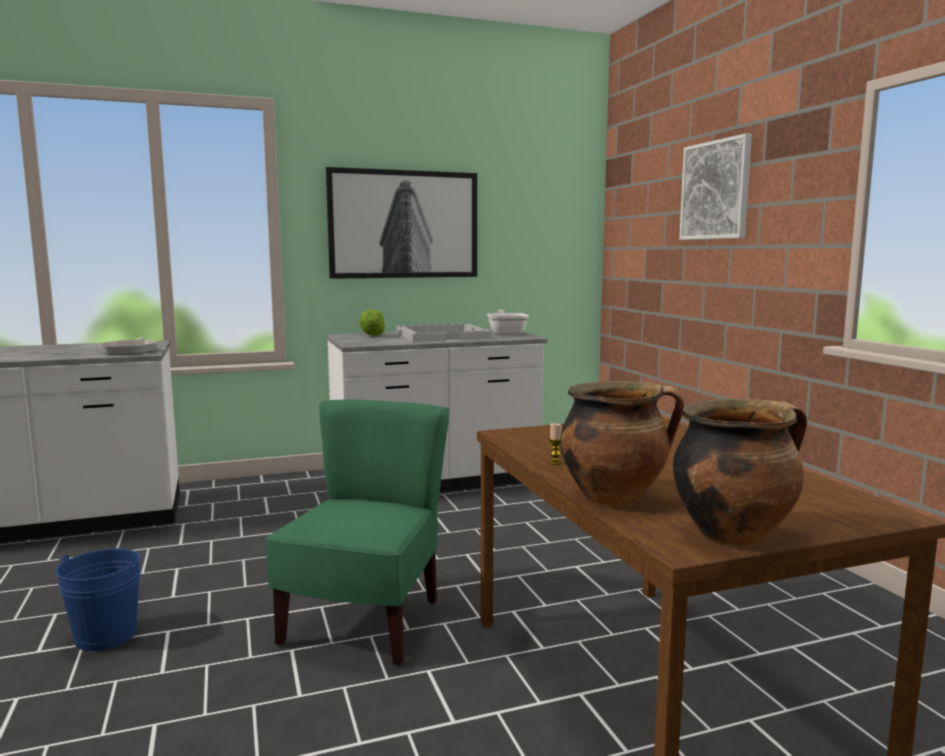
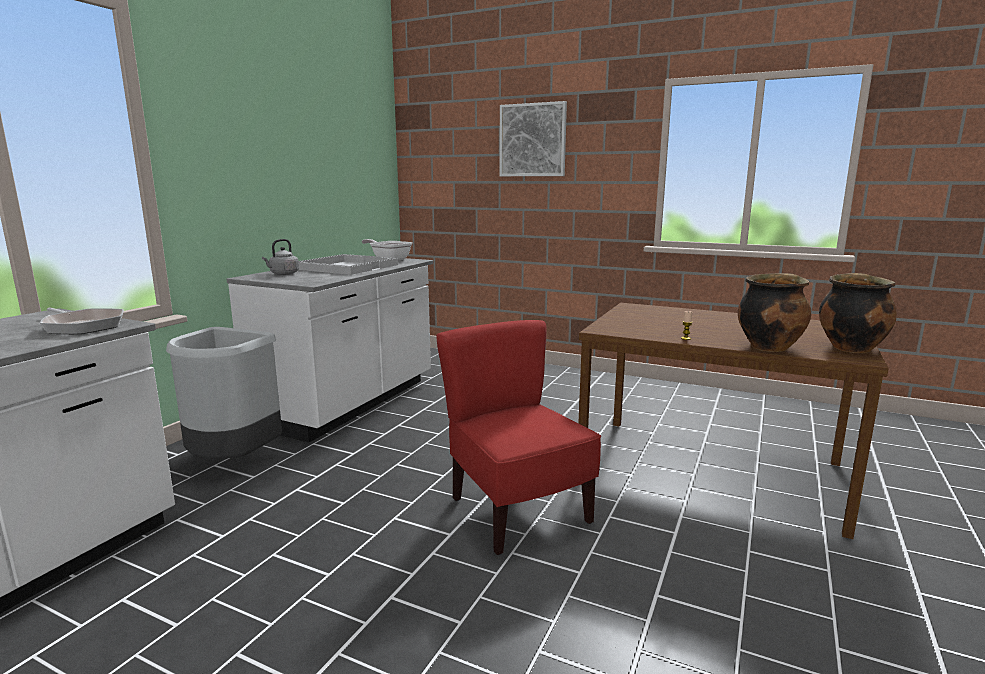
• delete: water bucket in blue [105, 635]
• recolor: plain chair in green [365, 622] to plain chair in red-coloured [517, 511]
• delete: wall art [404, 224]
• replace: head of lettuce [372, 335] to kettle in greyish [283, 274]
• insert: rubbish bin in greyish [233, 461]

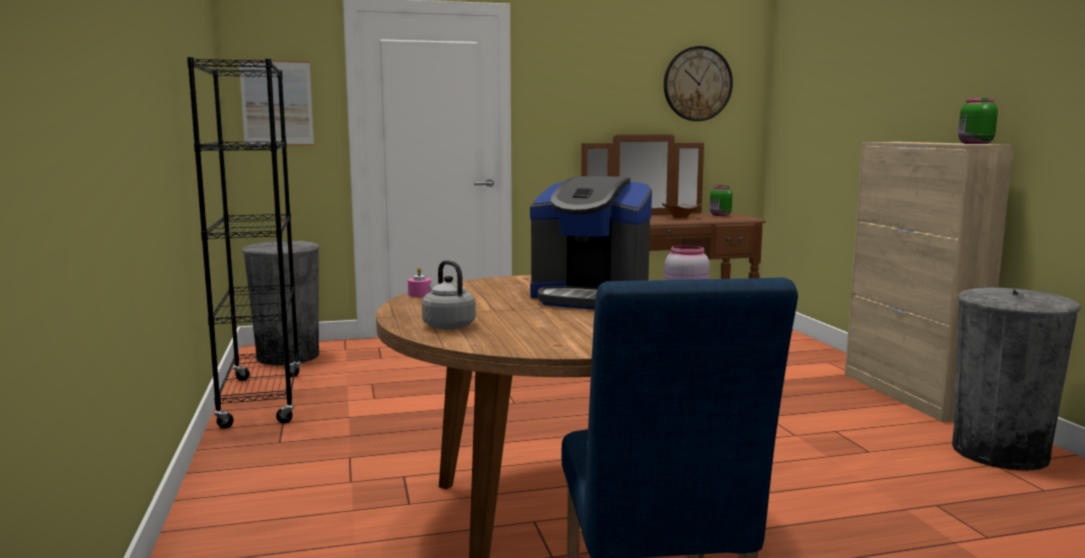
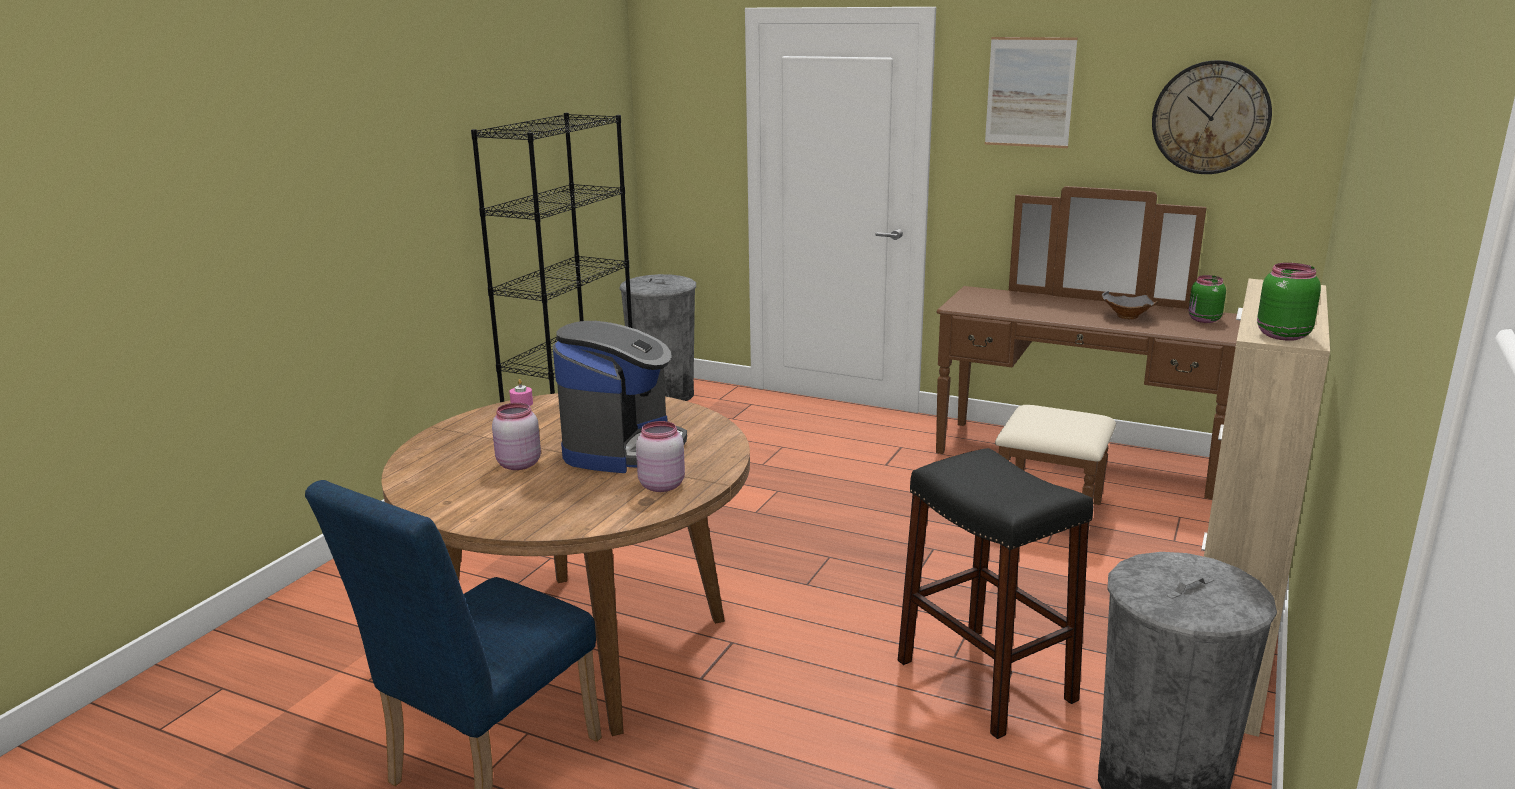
• move: wall art [277, 103] to [1029, 92]
• delete: kettle in greyish [447, 325]
• rotate: coffee brewer [590, 297] = [623, 448] 135 degrees counterclockwise
• insert: storage jar in pink [517, 464]
• insert: stool in black [985, 680]

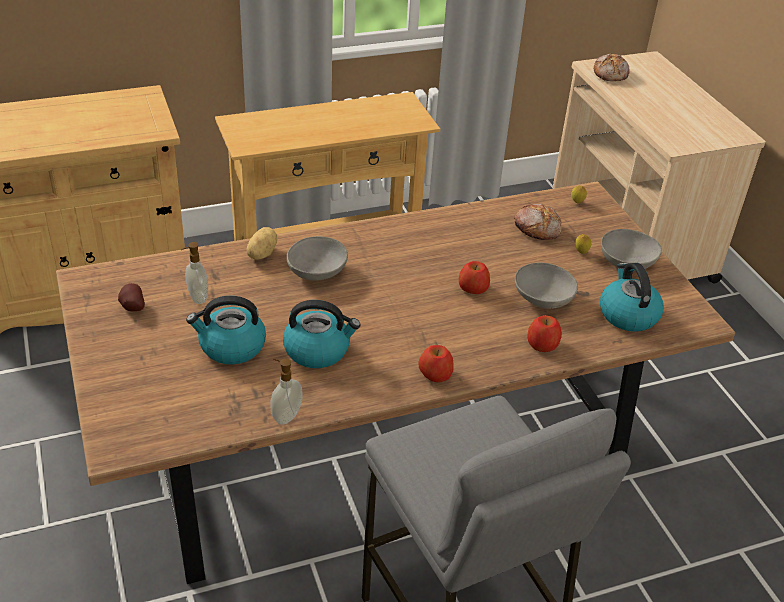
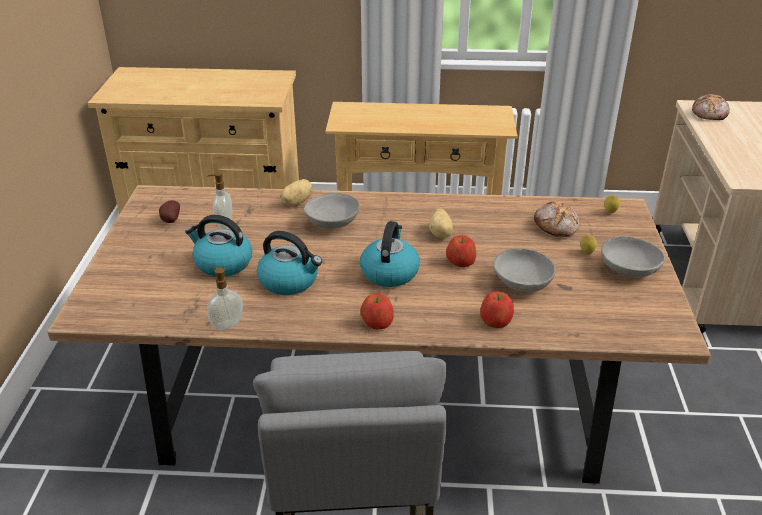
• move: kettle [627, 314] to [389, 272]
• insert: potato [441, 233]

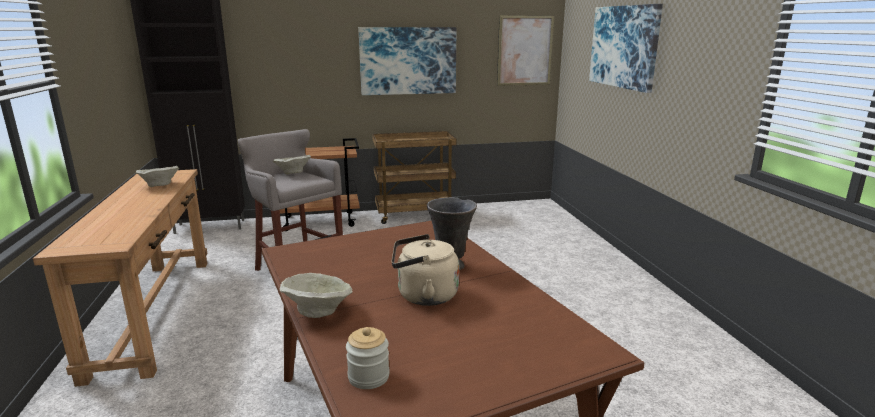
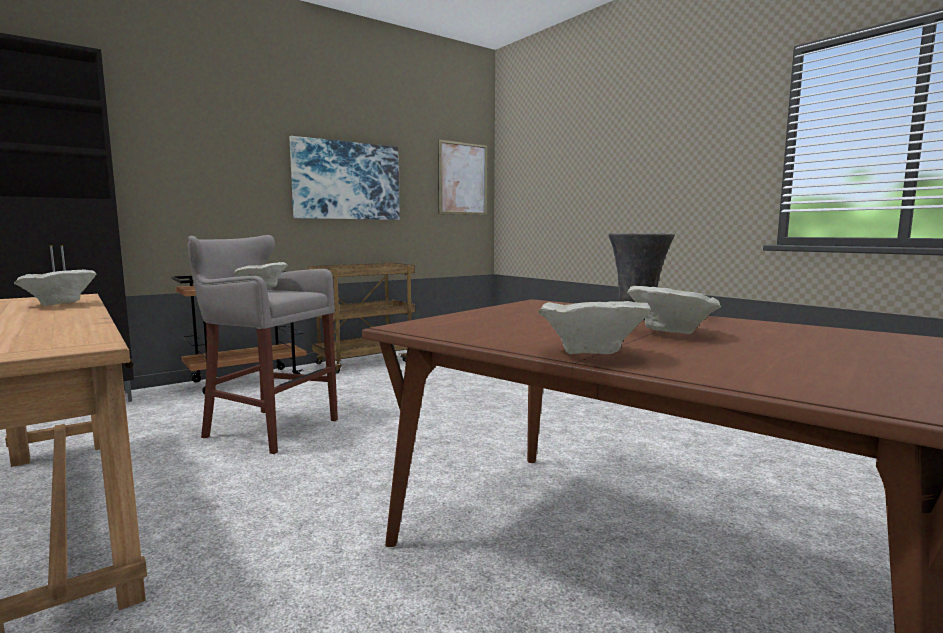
• delete: storage jar [368, 377]
• replace: kettle in beige [423, 296] to serving bowl in beige [671, 333]
• delete: wall art [624, 46]

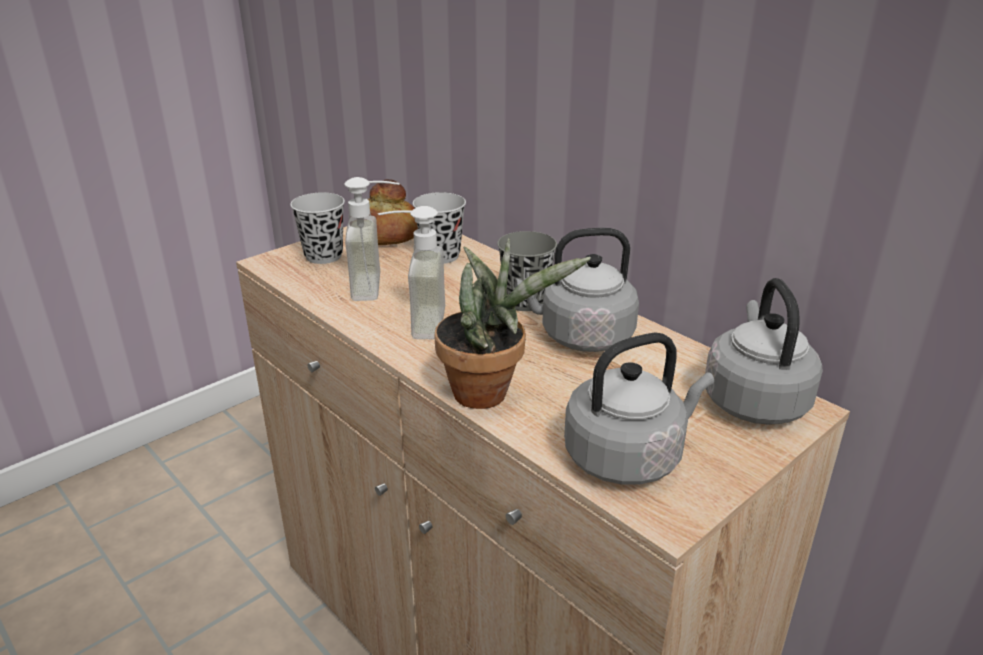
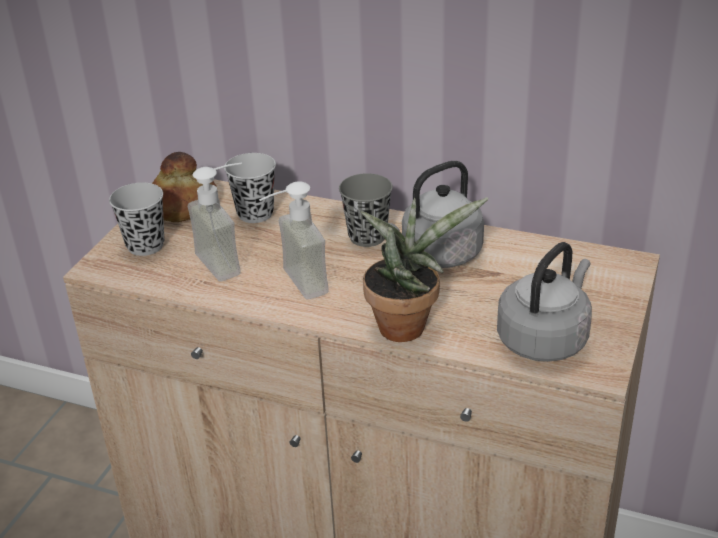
• delete: kettle in greyish [754, 400]

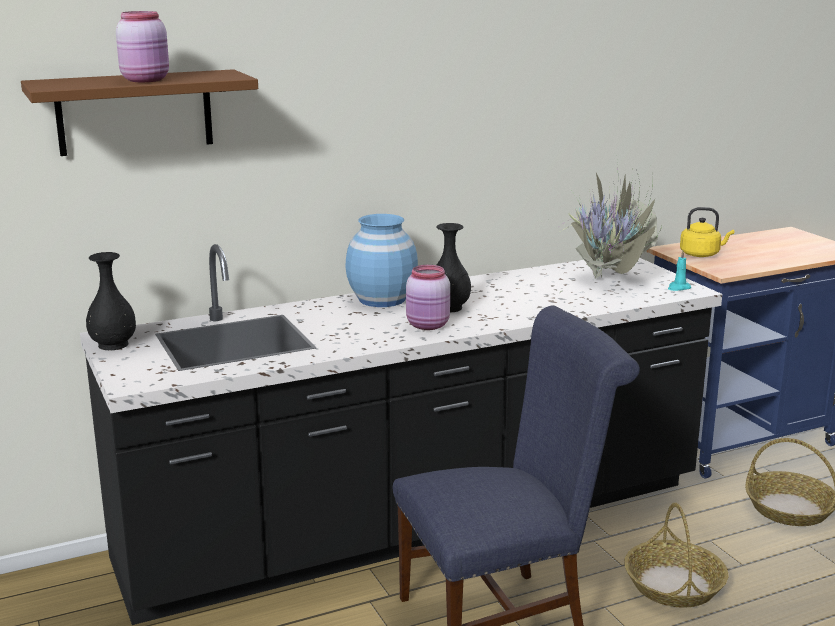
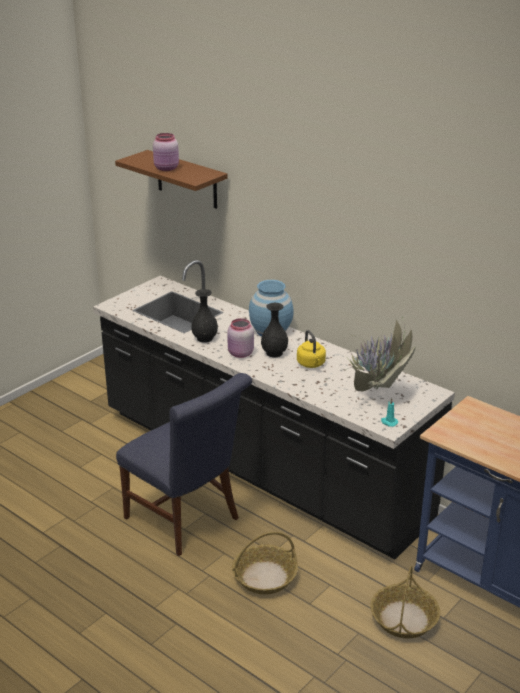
• move: vase in black [114, 345] to [205, 338]
• move: kettle in yellowish [702, 254] to [311, 364]

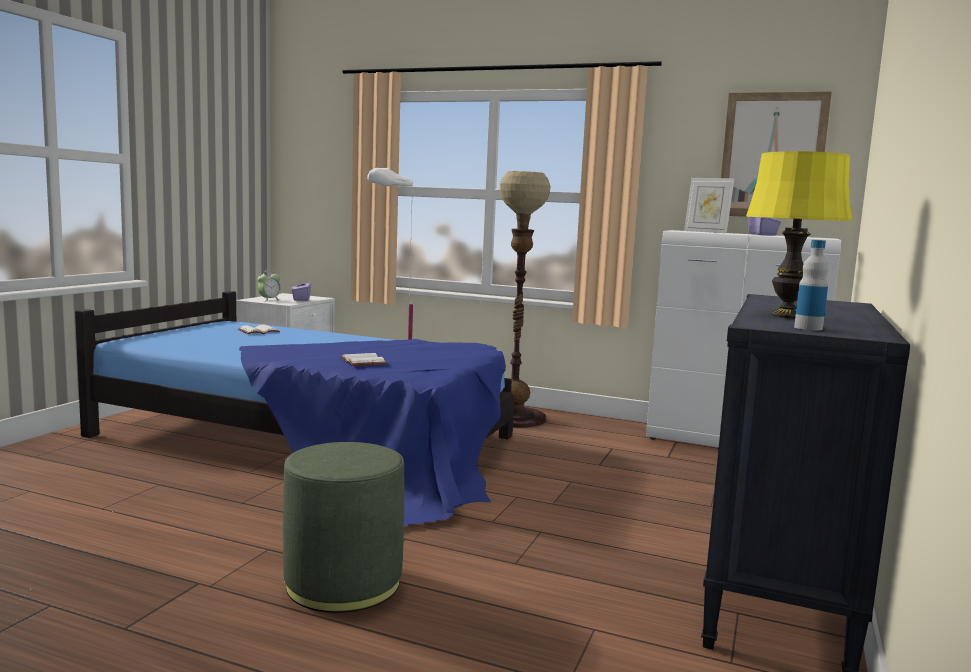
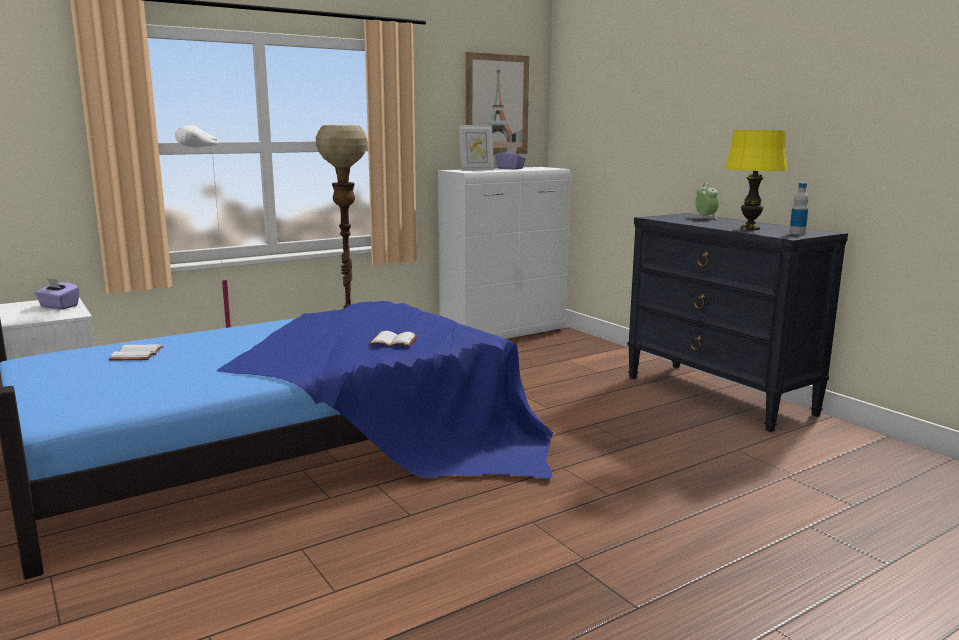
• move: table clock [269, 300] to [705, 217]
• delete: footrest in green [343, 583]

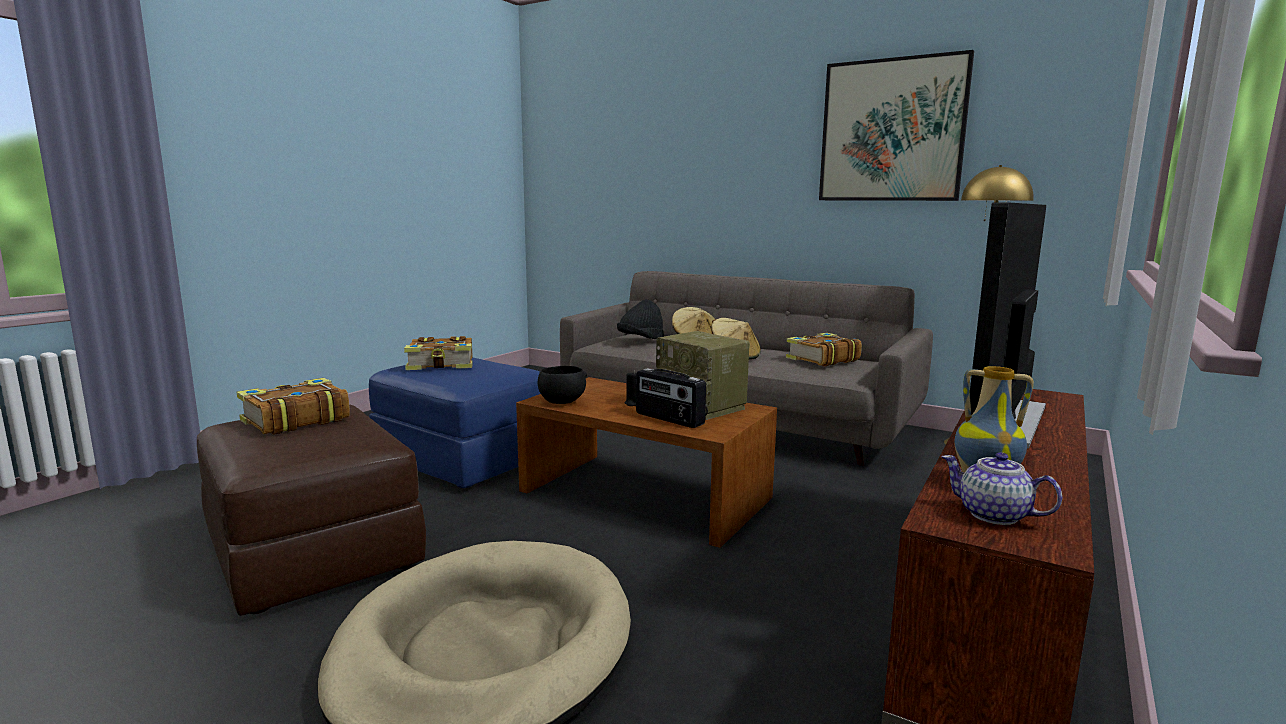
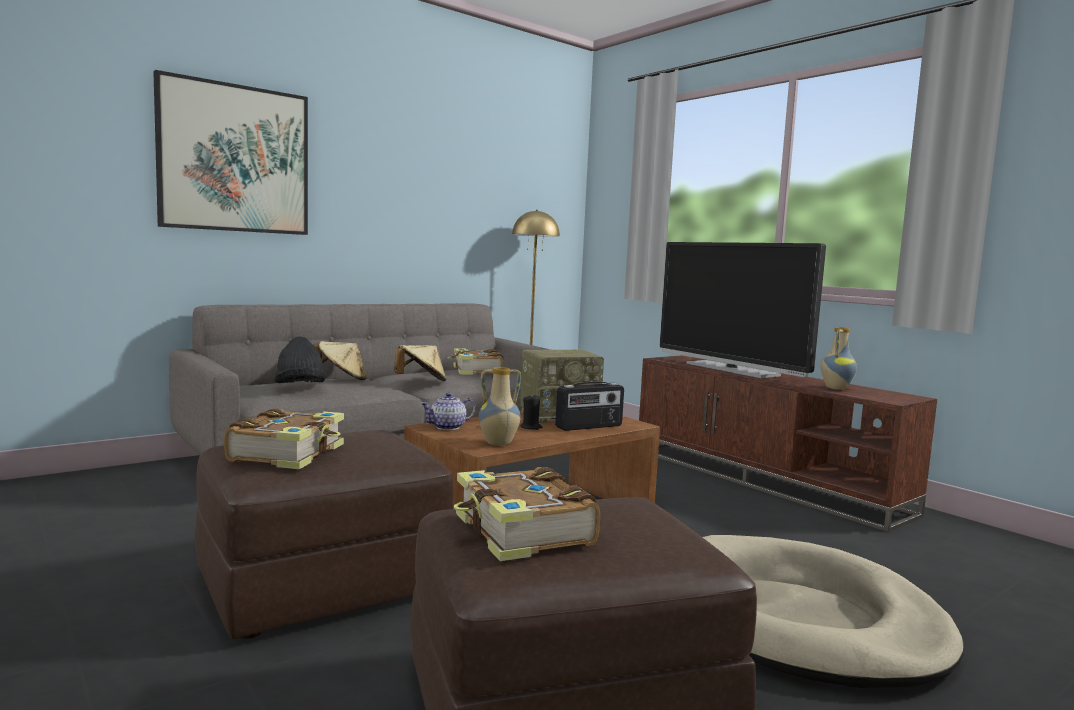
• recolor: footrest in blue [465, 459] to footrest in brown [325, 582]
• replace: serving bowl in black [561, 402] to vase [498, 444]
• move: wall art [892, 131] to [234, 159]
• move: pot for tea [994, 515] to [448, 427]

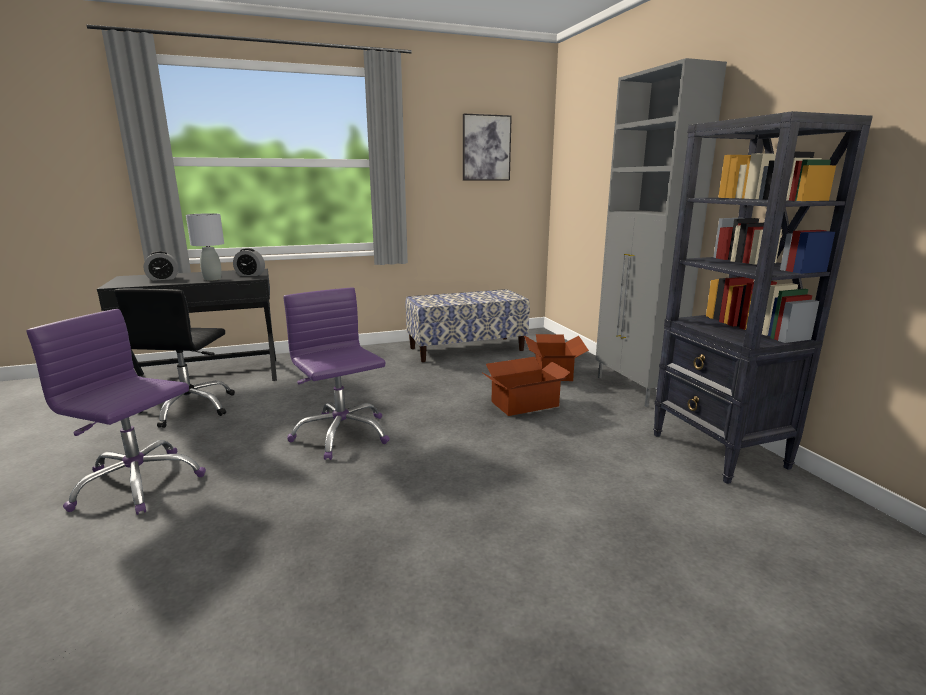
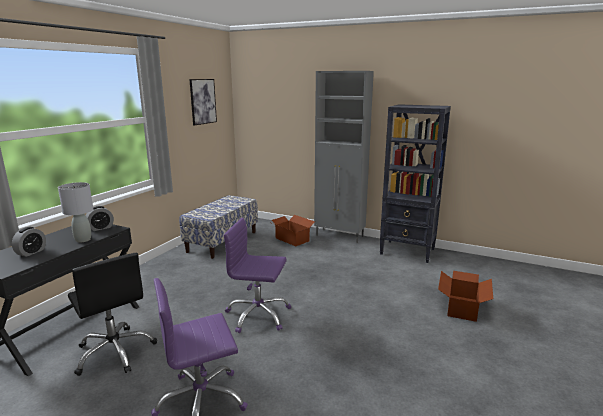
• move: packing box [524, 404] to [461, 308]

